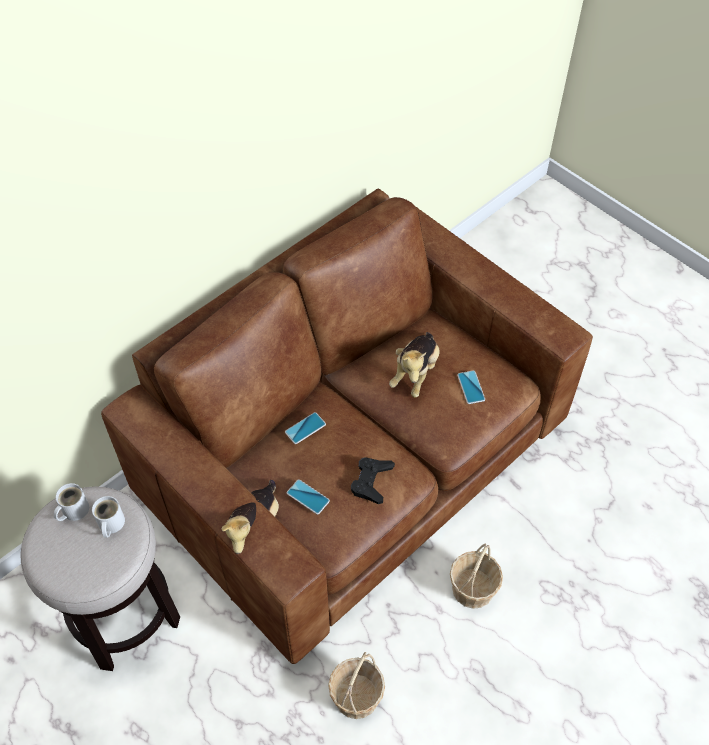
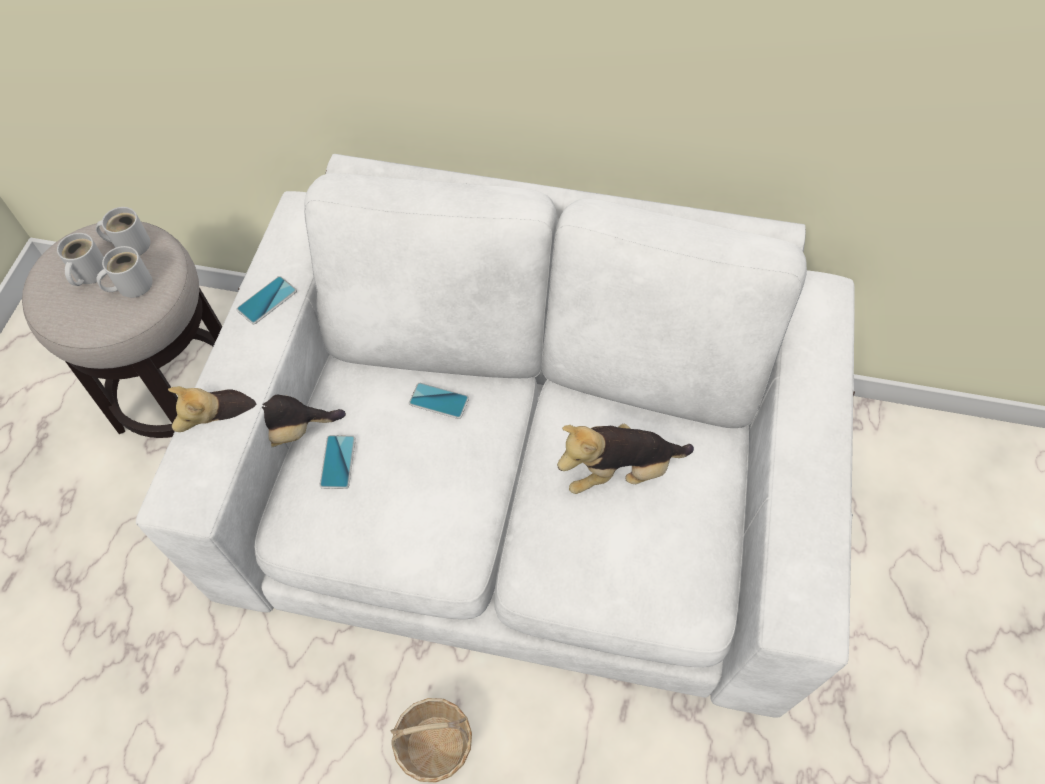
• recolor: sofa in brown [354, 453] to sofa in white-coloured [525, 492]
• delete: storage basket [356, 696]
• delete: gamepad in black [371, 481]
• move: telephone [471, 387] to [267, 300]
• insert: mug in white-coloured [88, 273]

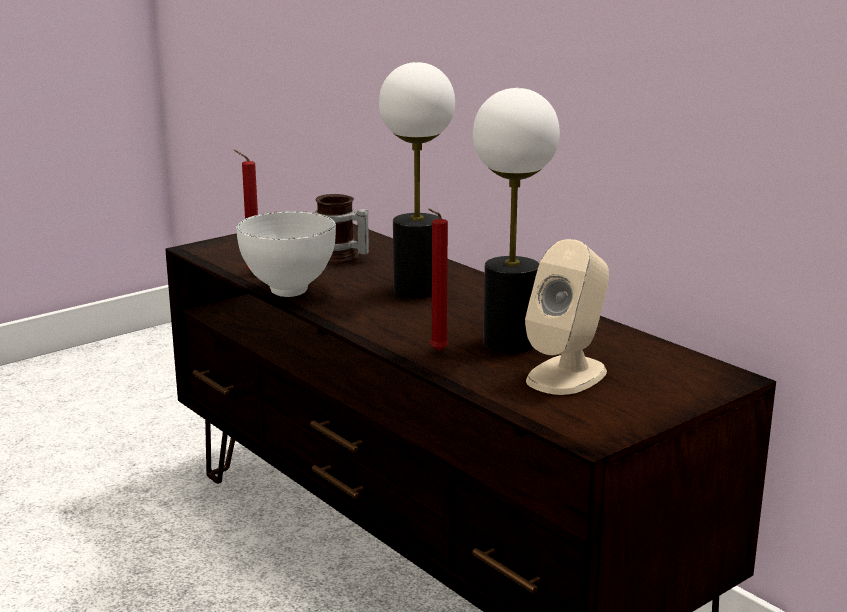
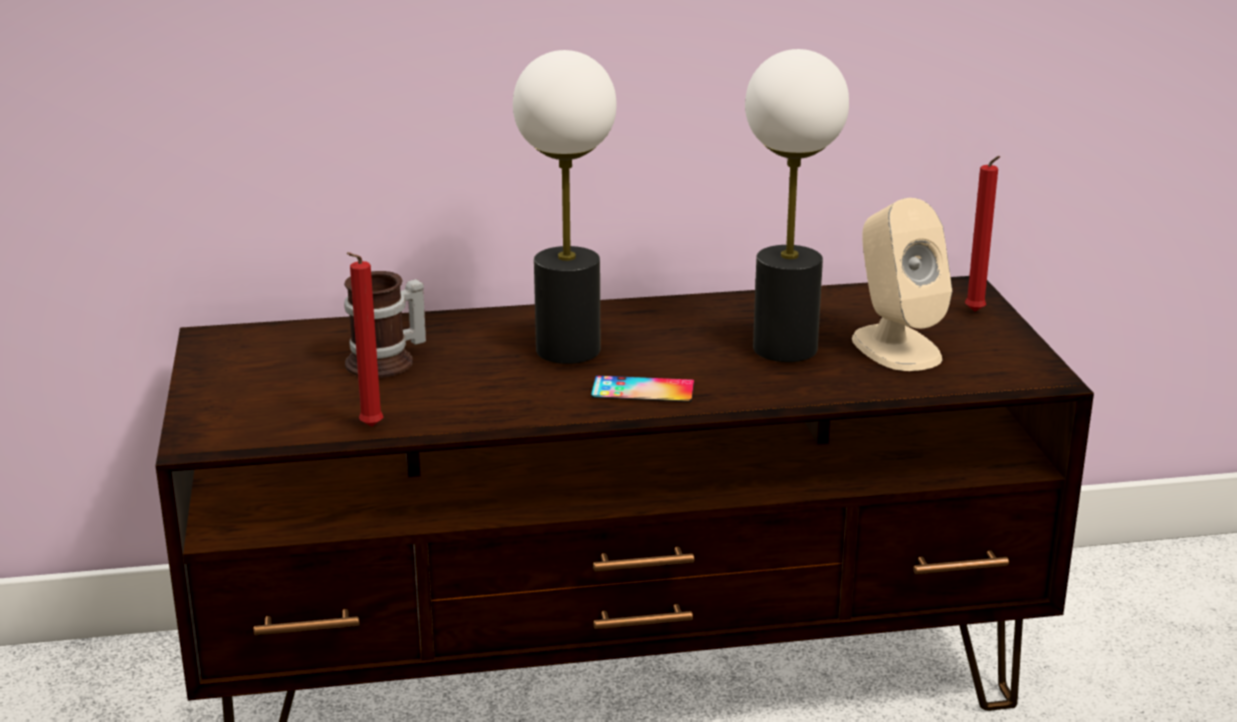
• delete: serving bowl in white-coloured [288, 291]
• move: wax light in red-coloured [436, 352] to [976, 313]
• insert: telephone [643, 390]

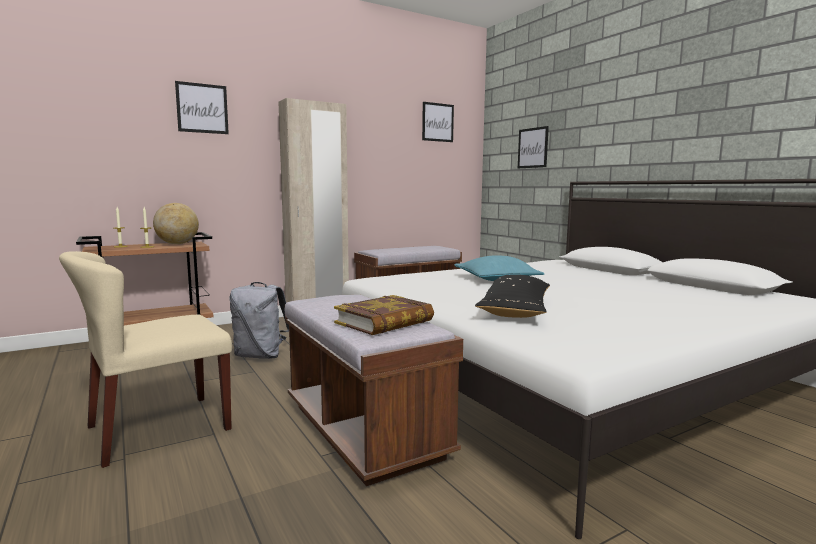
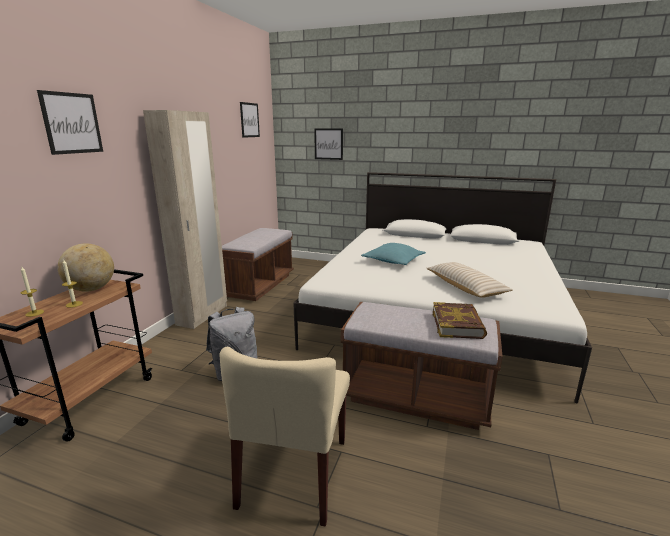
• recolor: pillow in black [515, 309] to pillow in beige [465, 287]

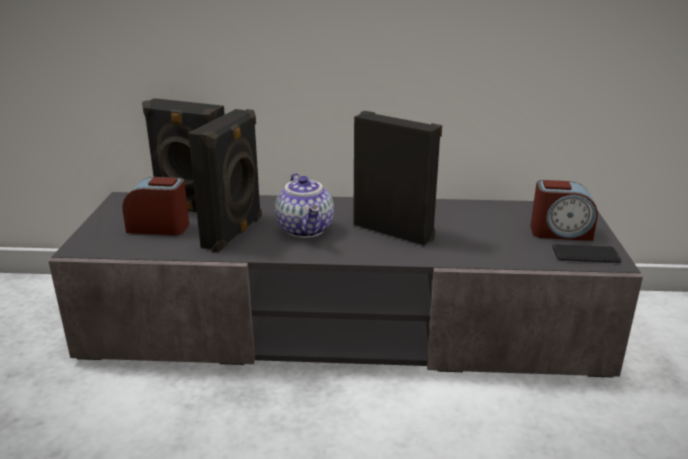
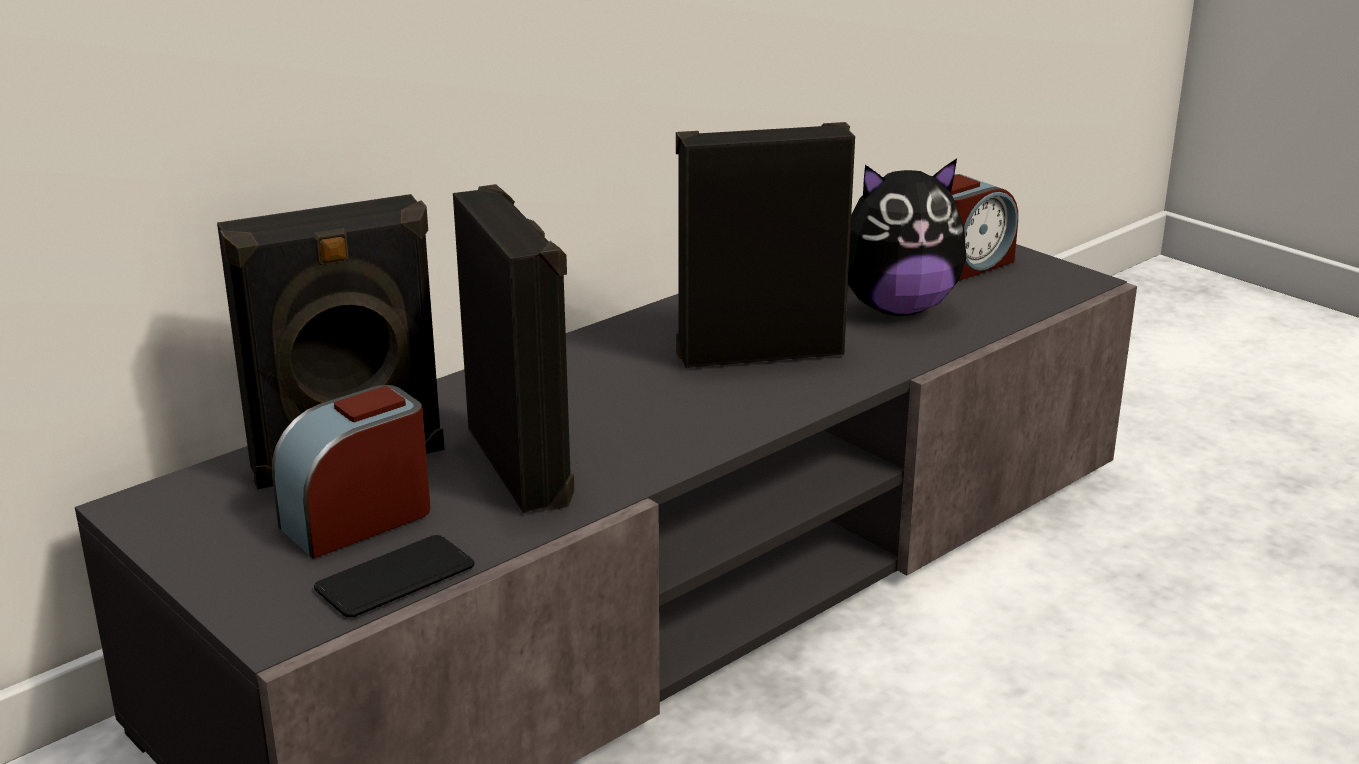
• delete: pot for tea [306, 229]
• move: telephone [585, 255] to [395, 578]
• insert: cuddly toy [897, 308]

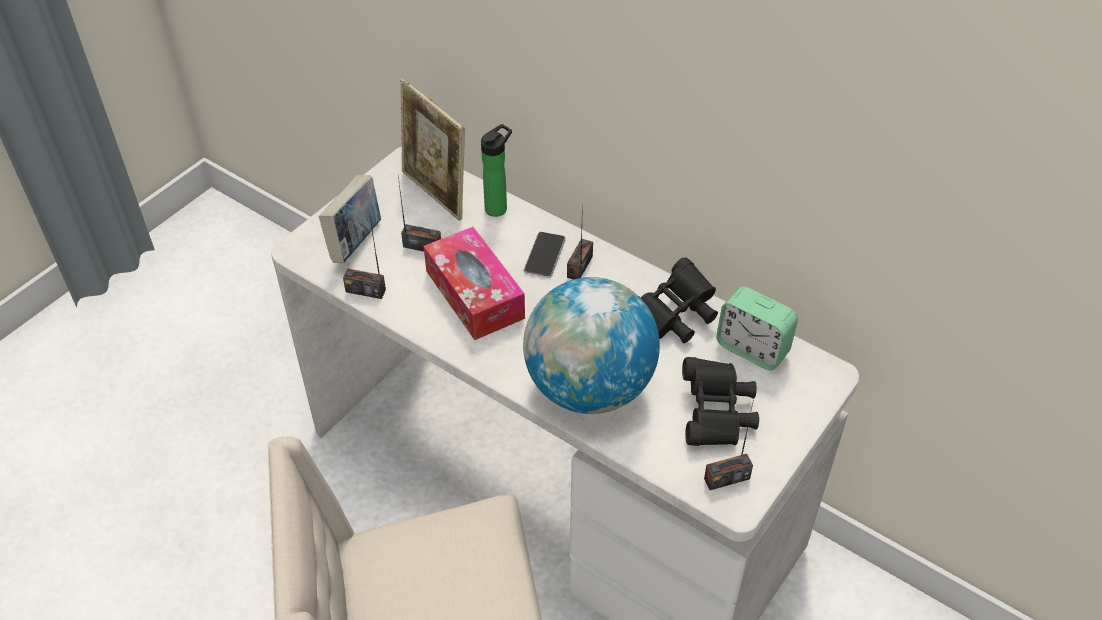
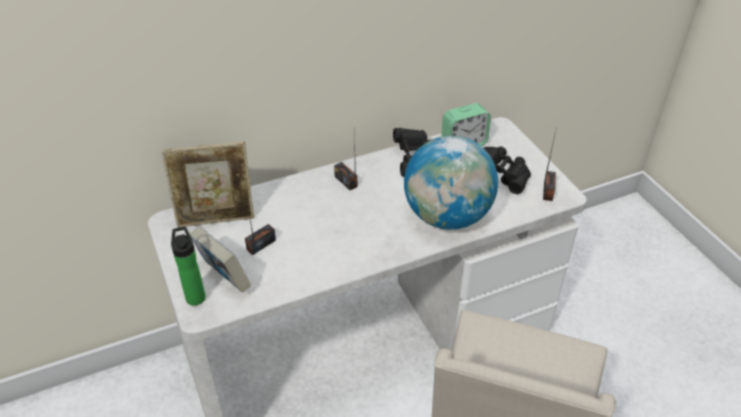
• delete: radio receiver [365, 290]
• delete: tissue holder [474, 294]
• move: drink bottle [498, 207] to [195, 295]
• delete: telephone [544, 256]

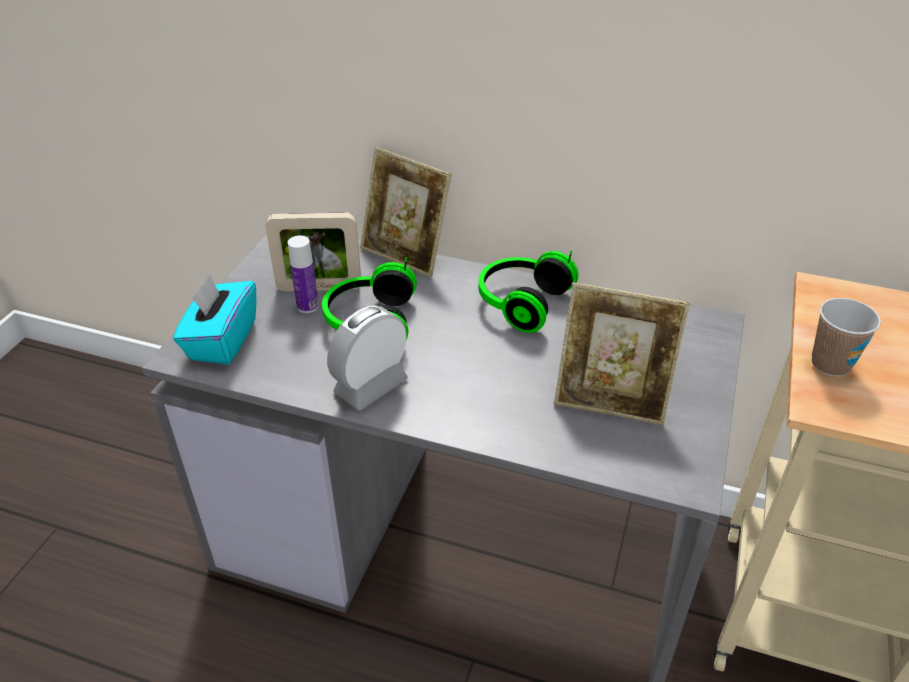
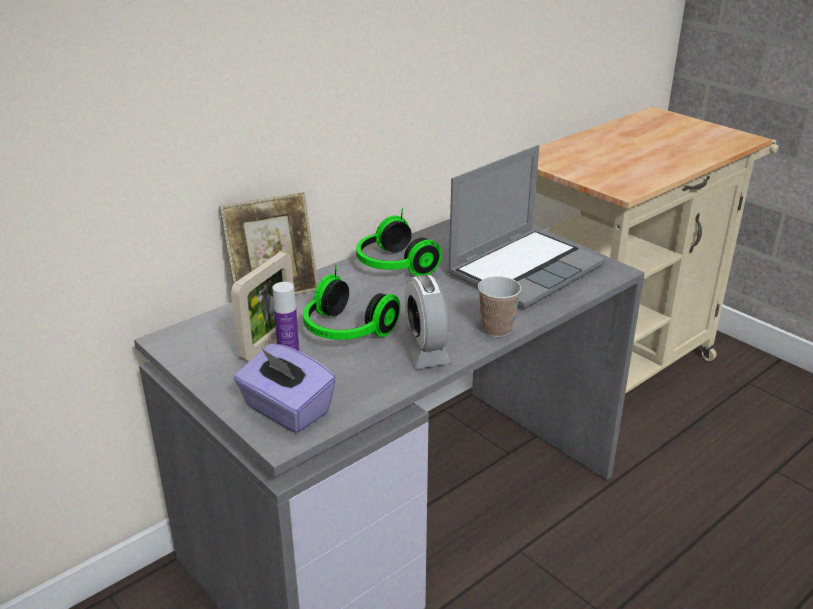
• recolor: tissue holder in blue-green [222, 340] to tissue holder in purplish [286, 410]
• replace: standing frame [611, 400] to notebook computer [525, 269]
• move: small cup [830, 364] to [496, 329]

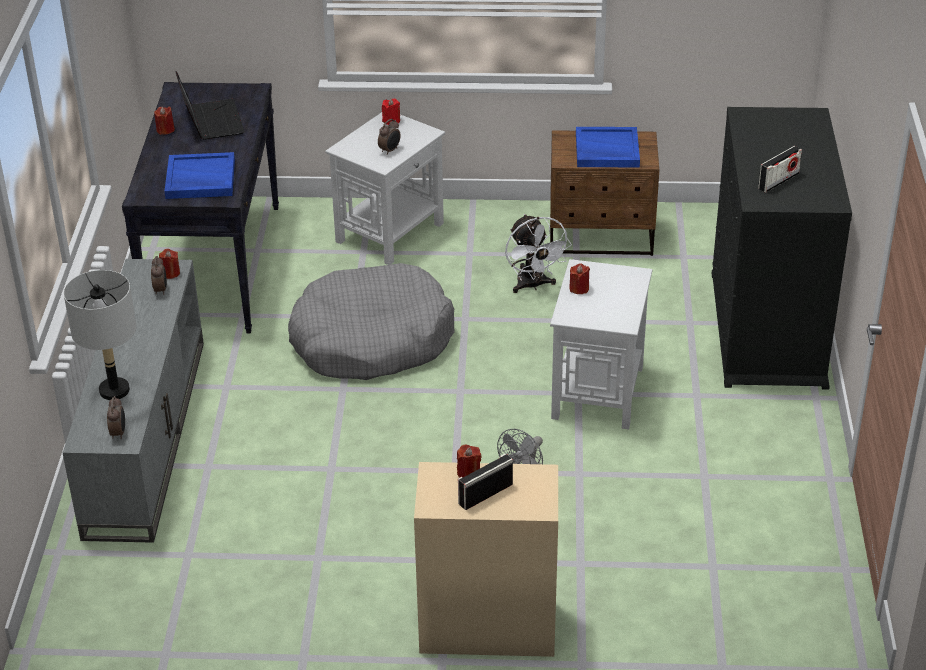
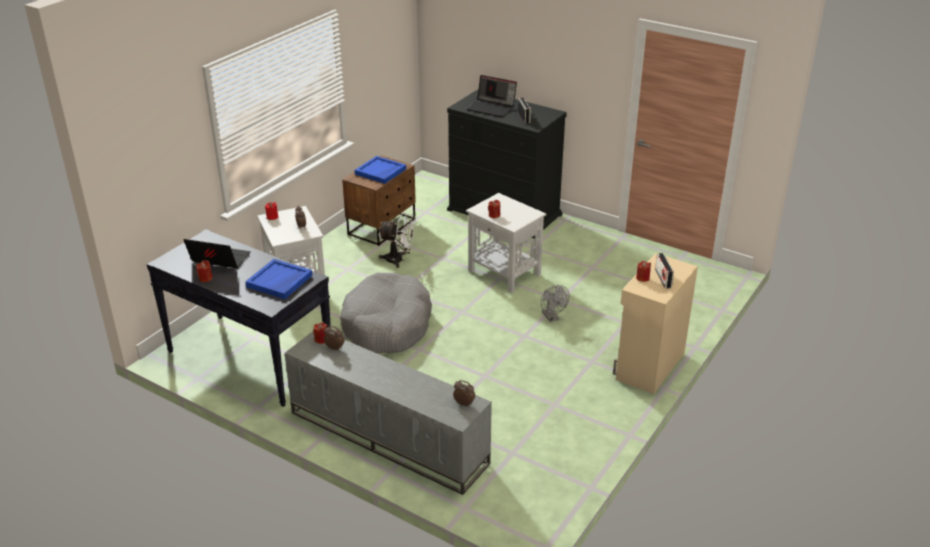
• delete: tabletop lamp in greyish [114, 391]
• insert: notebook computer [492, 108]

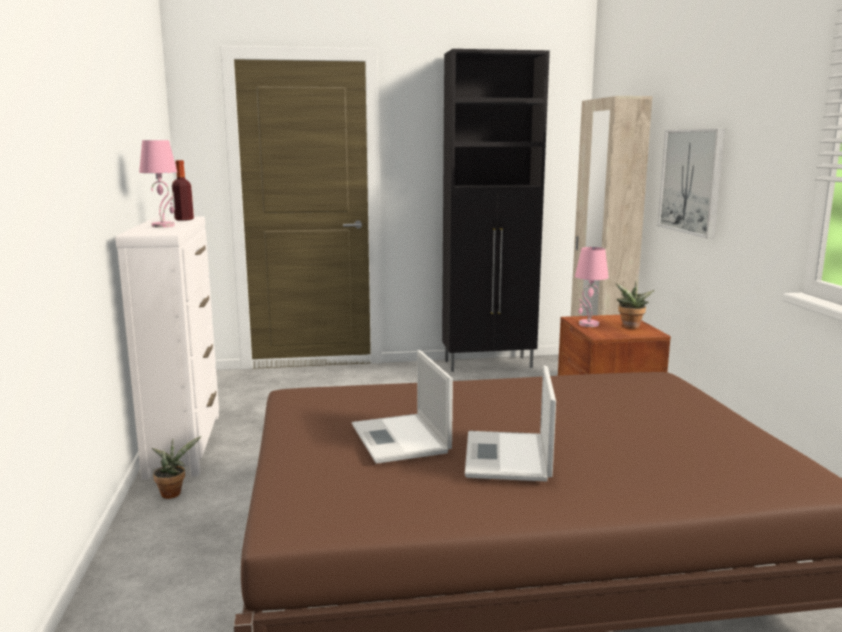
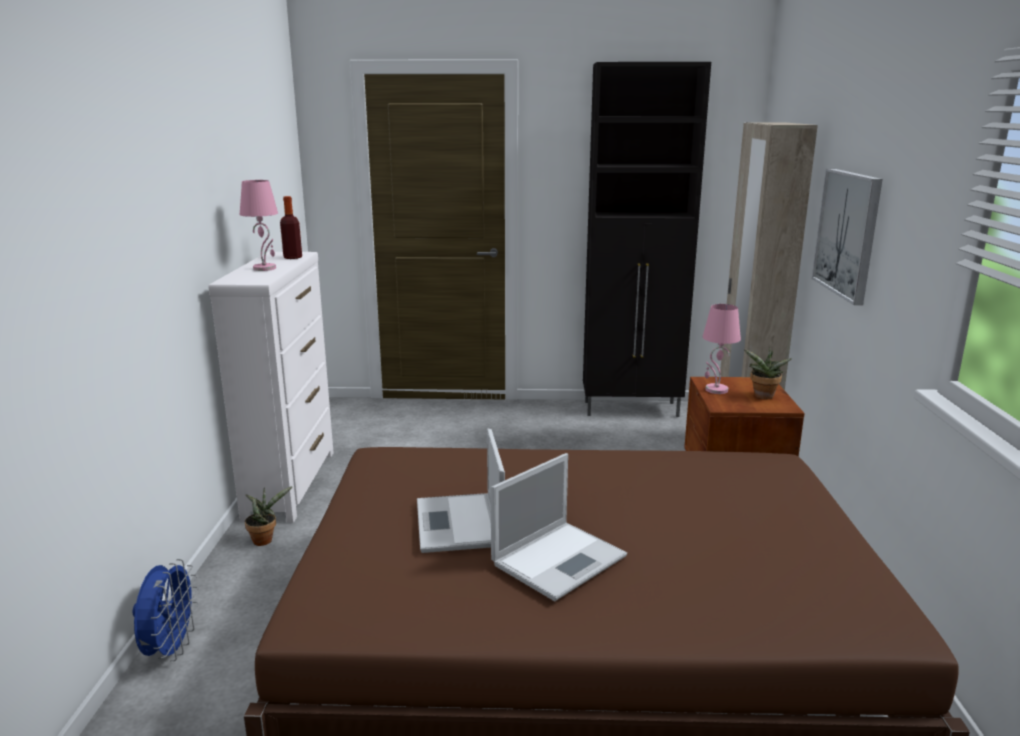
• rotate: notebook computer [508, 458] = [560, 559] 150 degrees counterclockwise
• insert: fan in blue [171, 649]

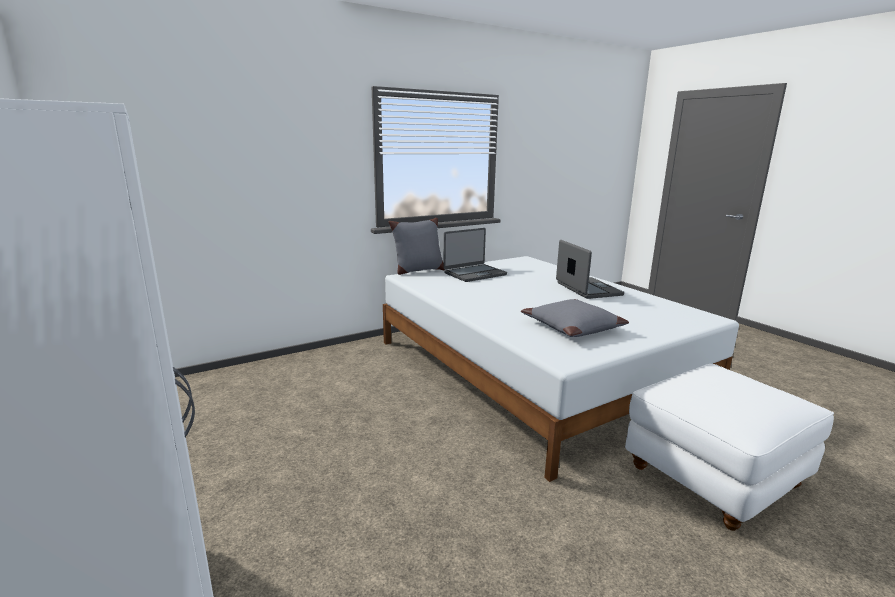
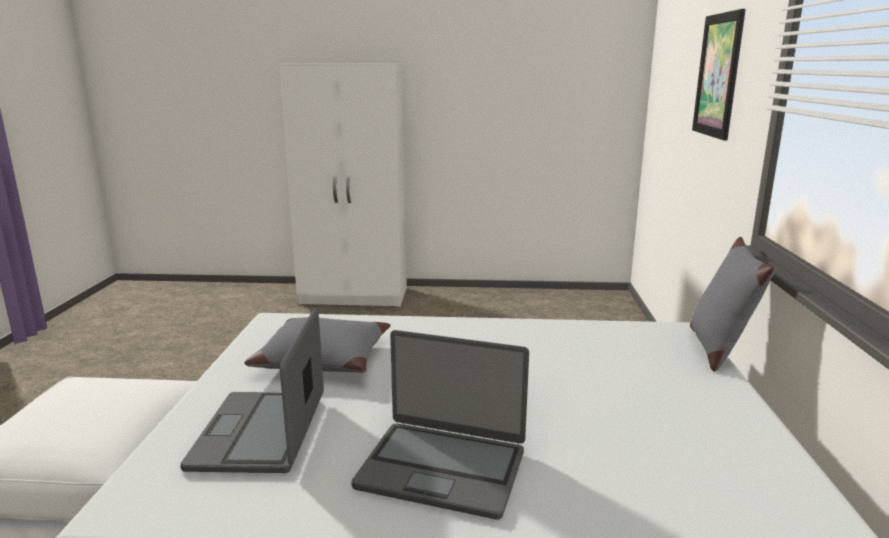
• move: notebook computer [474, 274] to [261, 432]
• insert: wall art [718, 75]

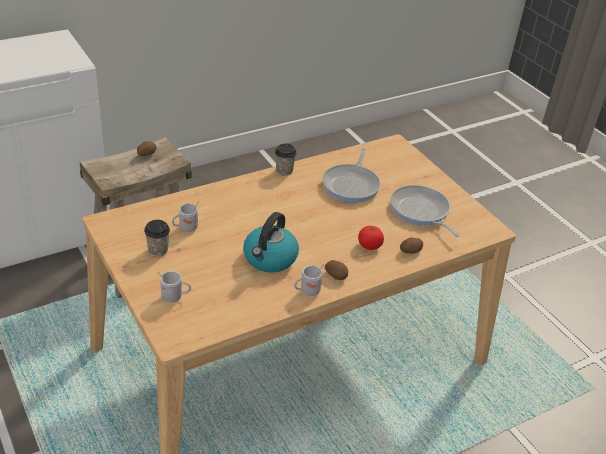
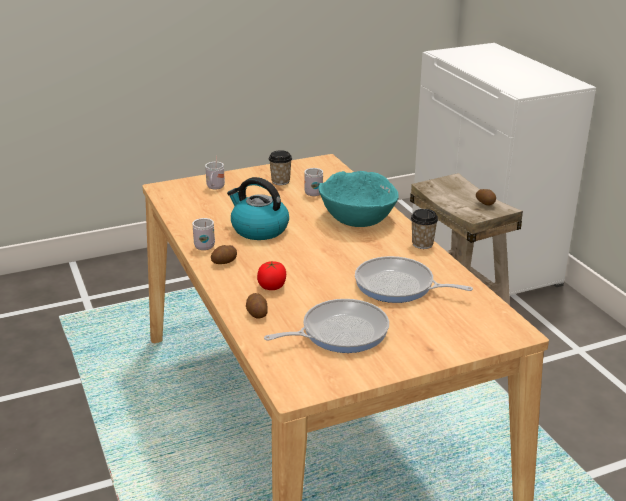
• insert: serving bowl in blue-green [358, 217]

